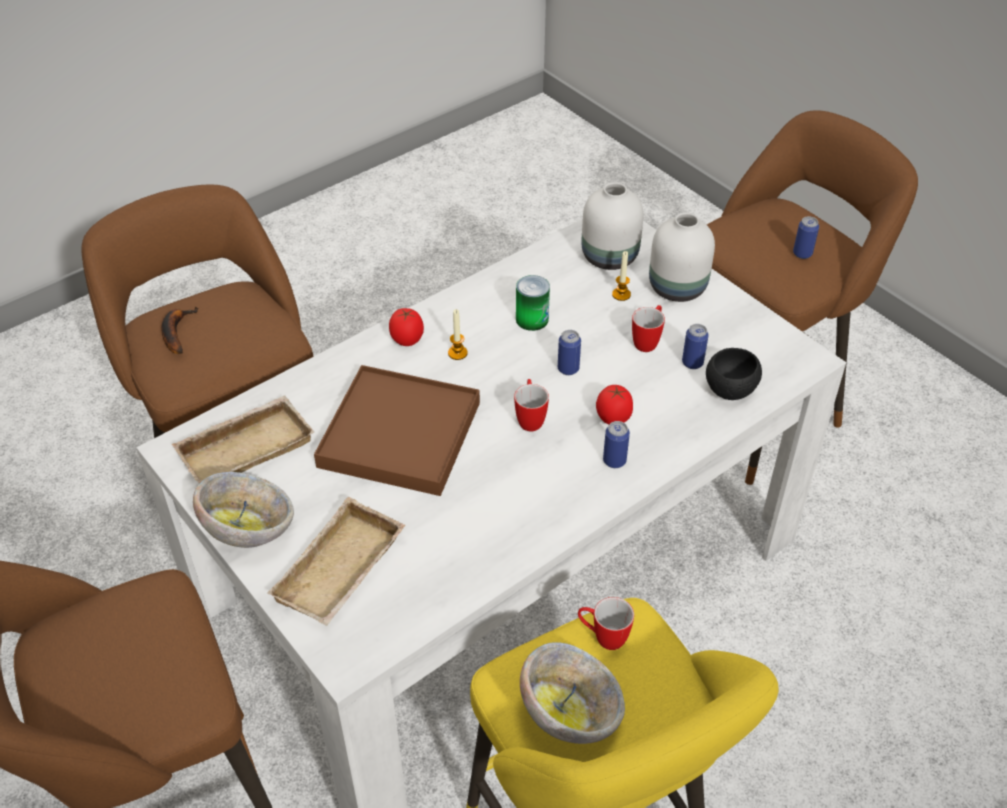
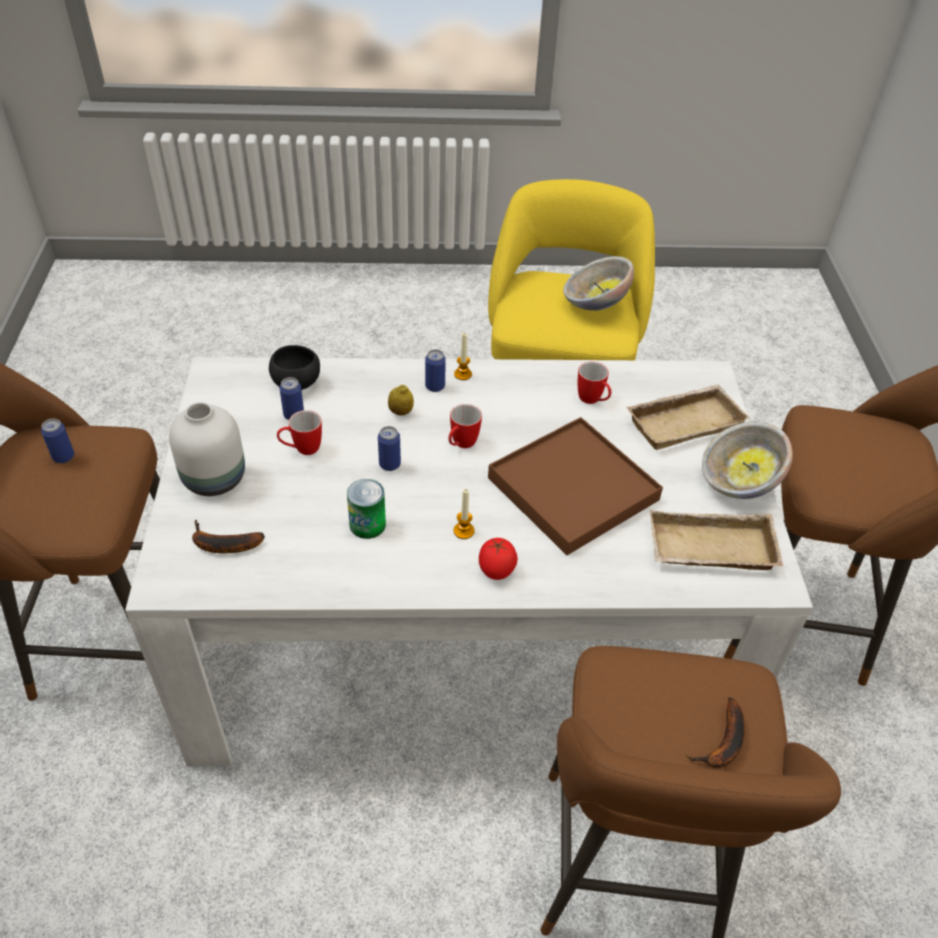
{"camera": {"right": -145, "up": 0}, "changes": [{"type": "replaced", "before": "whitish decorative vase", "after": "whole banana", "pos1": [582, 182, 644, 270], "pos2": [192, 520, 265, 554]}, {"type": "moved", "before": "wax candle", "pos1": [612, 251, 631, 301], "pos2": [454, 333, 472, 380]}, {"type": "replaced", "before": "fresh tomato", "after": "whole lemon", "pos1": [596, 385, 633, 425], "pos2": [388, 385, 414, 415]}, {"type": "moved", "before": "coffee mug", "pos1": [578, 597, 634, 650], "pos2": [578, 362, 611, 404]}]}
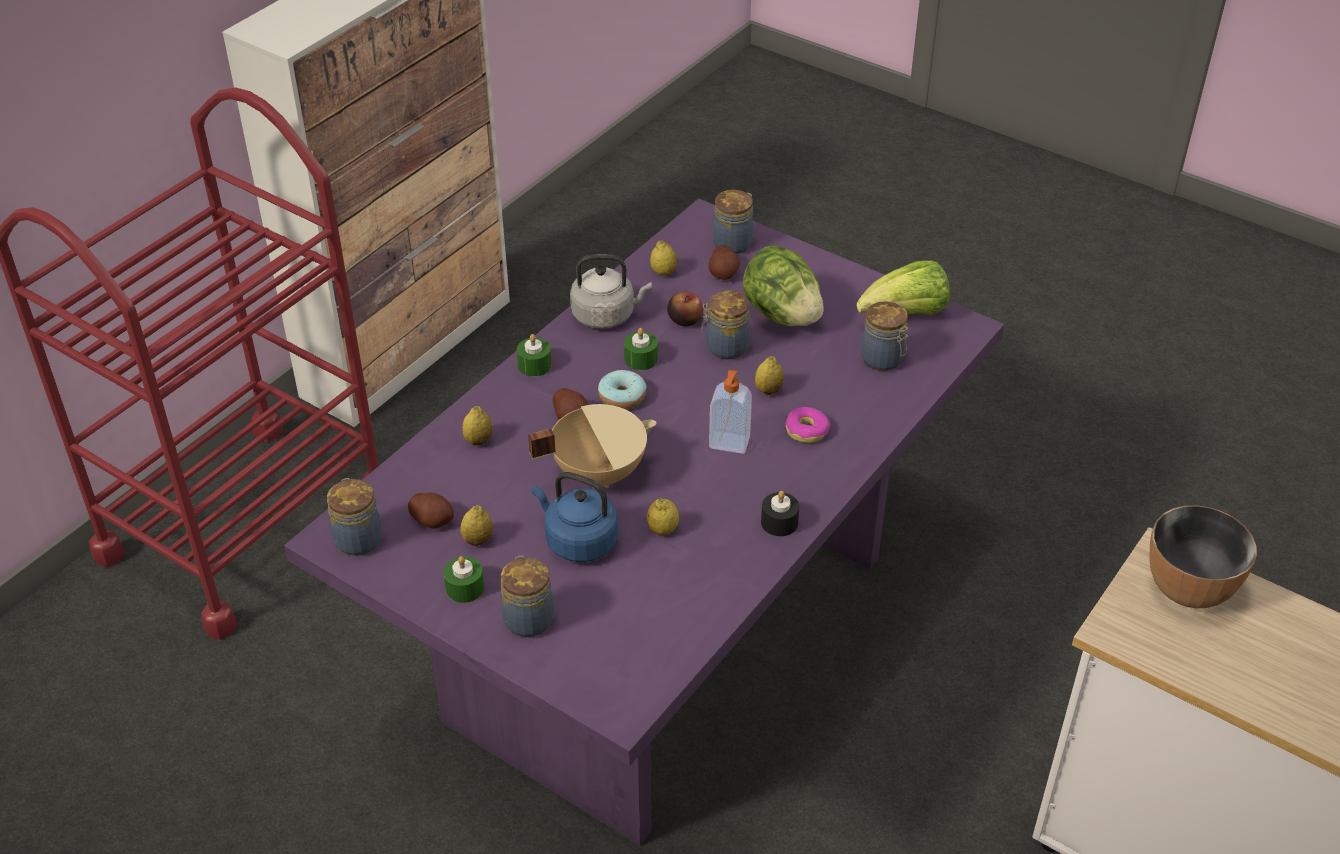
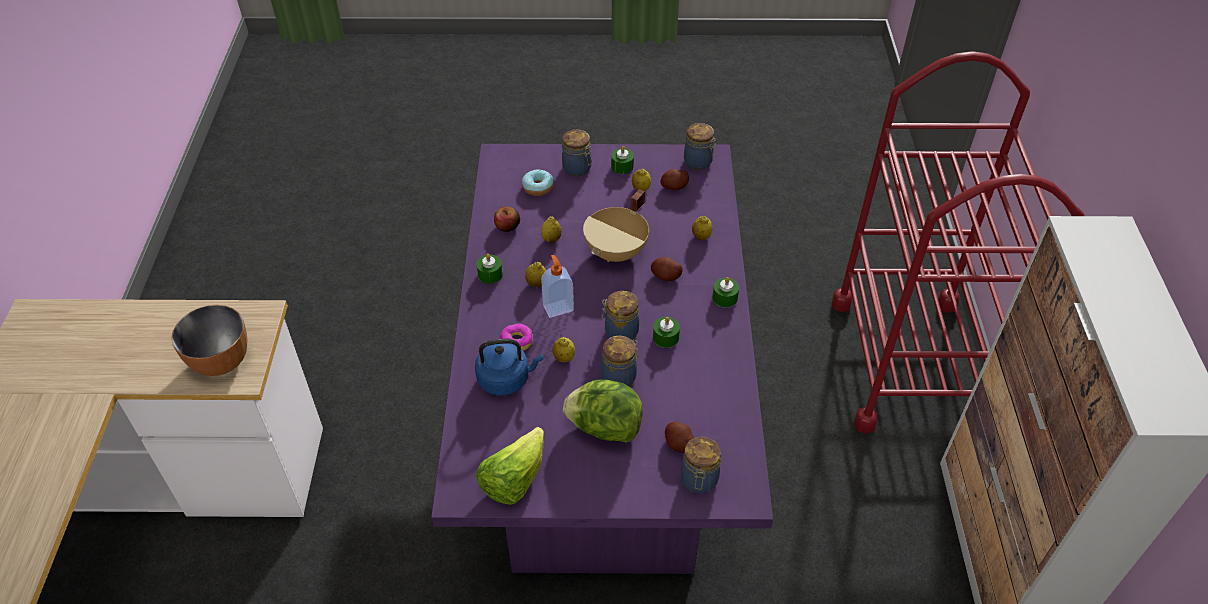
{"camera": {"right": 145, "up": 5}, "changes": [{"type": "moved", "before": "whole lemon", "pos1": [650, 240, 677, 275], "pos2": [525, 262, 546, 287]}, {"type": "removed", "before": "gray kettle", "pos1": [570, 254, 652, 329]}, {"type": "moved", "before": "apple", "pos1": [667, 292, 703, 326], "pos2": [494, 206, 520, 232]}, {"type": "moved", "before": "jar", "pos1": [861, 301, 908, 371], "pos2": [601, 291, 639, 340]}, {"type": "moved", "before": "donut", "pos1": [598, 370, 646, 409], "pos2": [522, 170, 554, 196]}, {"type": "moved", "before": "blue kettle", "pos1": [532, 472, 618, 562], "pos2": [475, 339, 543, 396]}, {"type": "recoloured", "before": "blackish wax candle", "after": "green wax candle", "pos1": [761, 491, 799, 536], "pos2": [477, 254, 503, 284]}]}
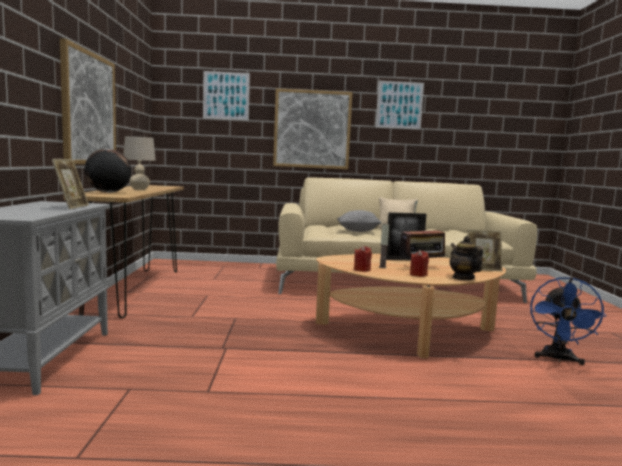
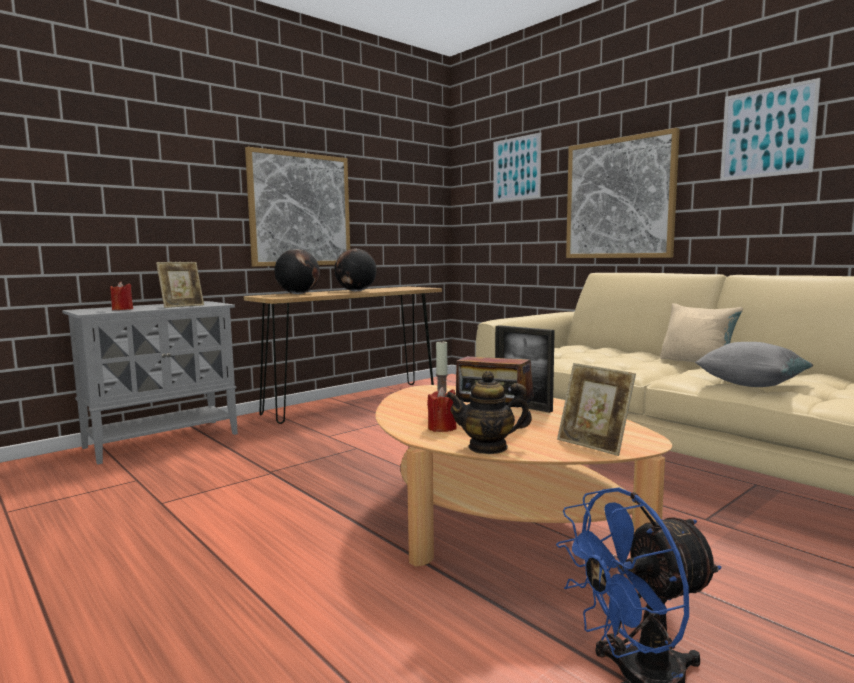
{"camera": {"right": 50, "up": 0}, "changes": [{"type": "replaced", "before": "beige-coloured tabletop lamp", "after": "globe", "pos1": [123, 136, 156, 190], "pos2": [335, 249, 377, 291]}, {"type": "moved", "before": "gray cushion", "pos1": [337, 210, 381, 232], "pos2": [695, 342, 814, 387]}, {"type": "turned", "before": "pot for tea", "pos1": [450, 236, 483, 280], "pos2": [446, 371, 532, 454], "turn": -120}, {"type": "moved", "before": "red wax candle", "pos1": [354, 246, 372, 272], "pos2": [110, 282, 133, 310]}]}
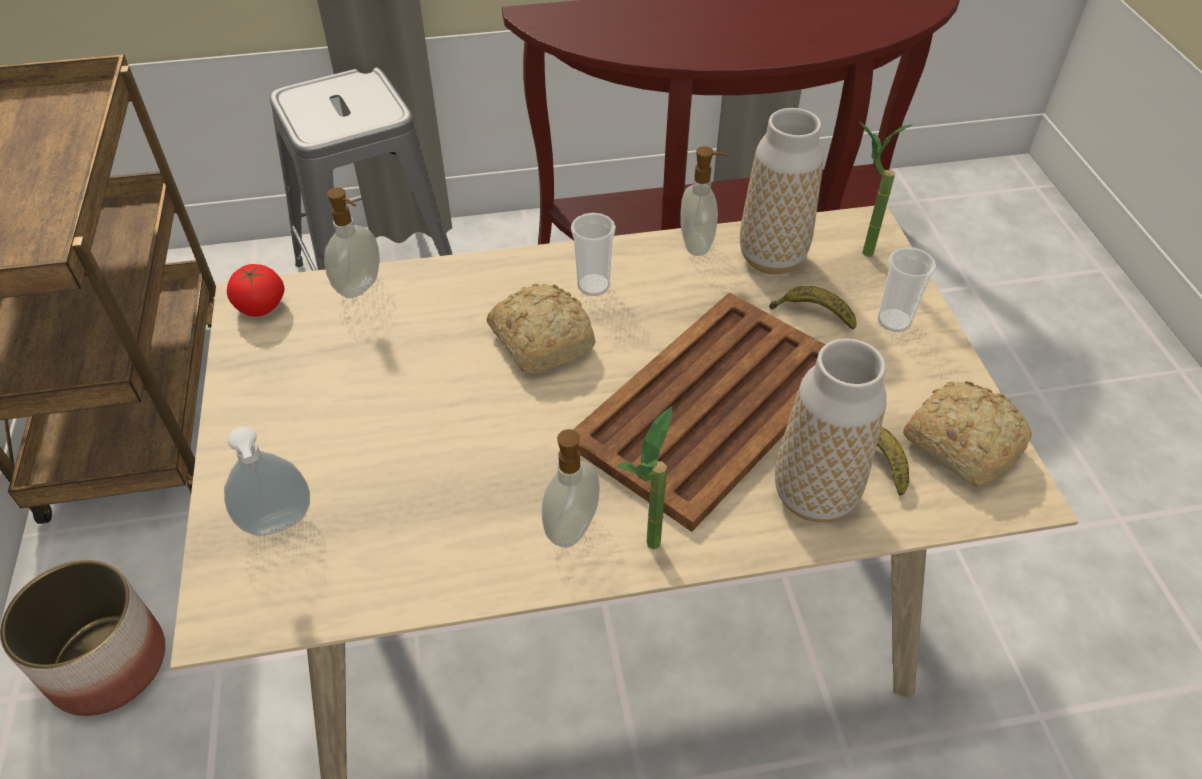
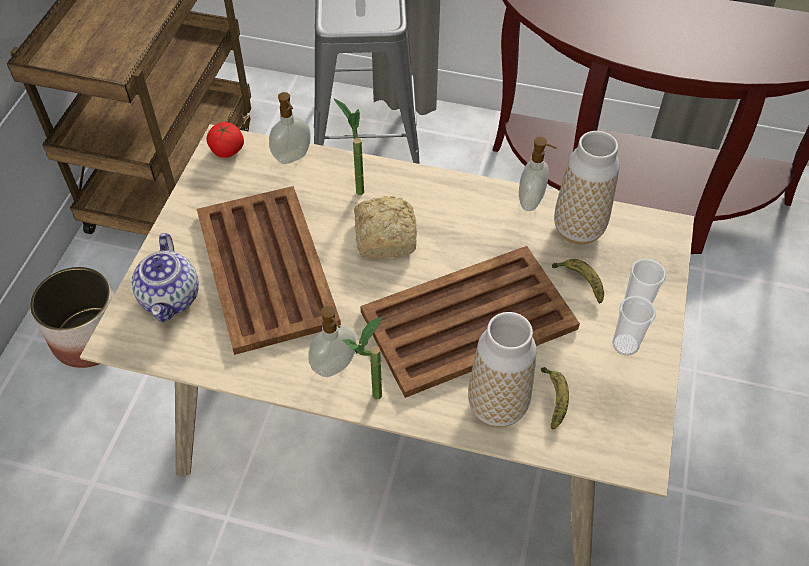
{"camera": {"right": 25, "up": 5}, "changes": [{"type": "moved", "before": "potted plant", "pos1": [860, 122, 912, 257], "pos2": [334, 99, 364, 195]}, {"type": "moved", "before": "cup", "pos1": [571, 213, 616, 296], "pos2": [612, 296, 656, 356]}, {"type": "removed", "before": "bakery bread", "pos1": [903, 381, 1032, 487]}, {"type": "replaced", "before": "soap bottle", "after": "pot for tea", "pos1": [224, 426, 310, 536], "pos2": [132, 233, 199, 322]}, {"type": "added", "after": "brown serving tray", "pos2": [197, 186, 341, 355]}]}
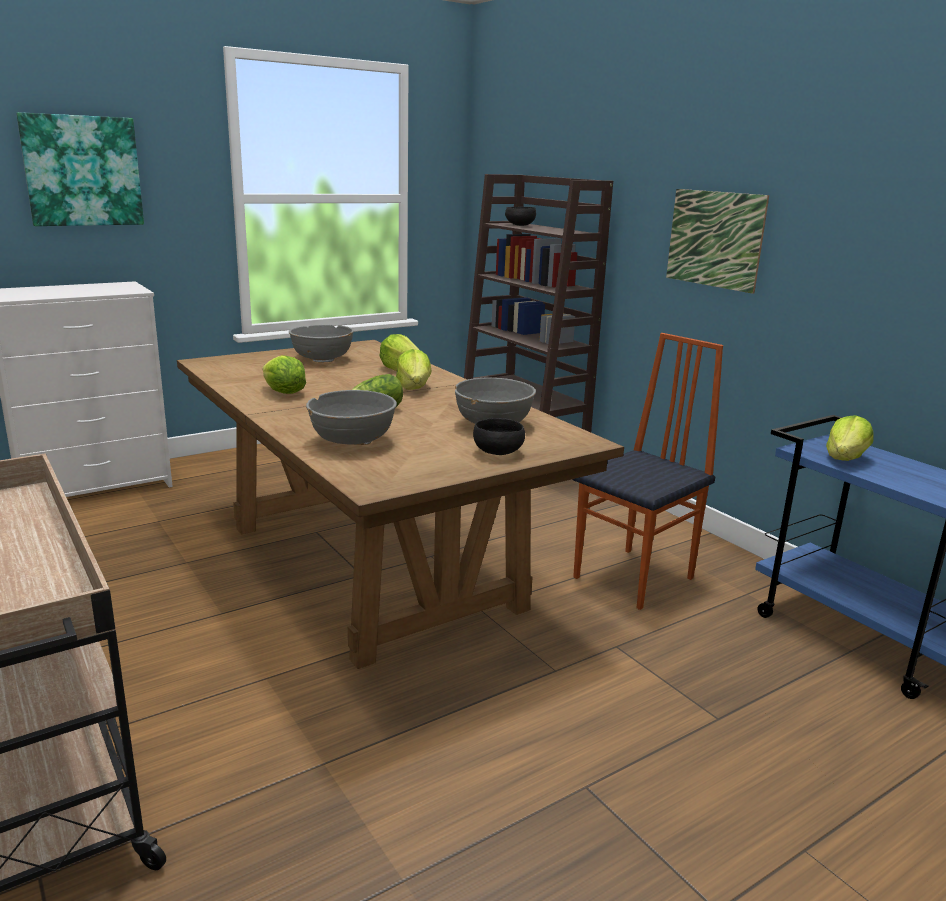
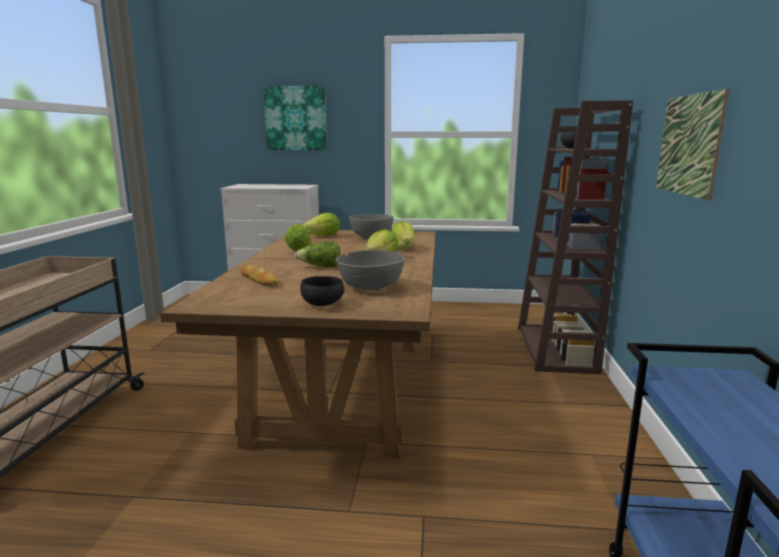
{"camera": {"right": 40, "up": -5}, "changes": [{"type": "removed", "before": "upright chair", "pos1": [572, 333, 723, 610]}, {"type": "replaced", "before": "gray bowl", "after": "bakery bread", "pos1": [306, 390, 397, 445], "pos2": [241, 265, 279, 286]}, {"type": "moved", "before": "head of lettuce", "pos1": [826, 415, 873, 461], "pos2": [303, 213, 340, 236]}]}
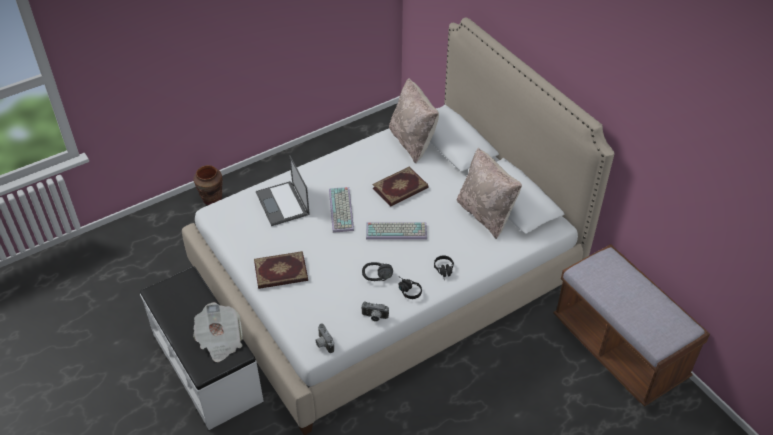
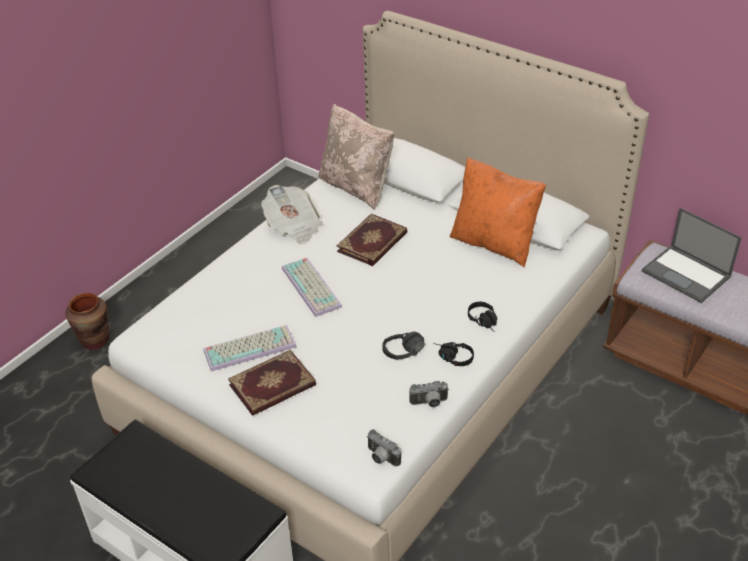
{"camera": {"right": -20, "up": -5}, "changes": [{"type": "recoloured", "before": "beige-coloured cushion", "after": "orange-coloured cushion", "pos1": [457, 147, 522, 239], "pos2": [450, 157, 546, 267]}, {"type": "moved", "before": "notebook computer", "pos1": [256, 155, 310, 226], "pos2": [642, 208, 742, 303]}, {"type": "moved", "before": "computer keyboard", "pos1": [366, 222, 427, 240], "pos2": [203, 325, 297, 372]}, {"type": "moved", "before": "newspaper", "pos1": [193, 302, 243, 362], "pos2": [261, 185, 323, 244]}]}
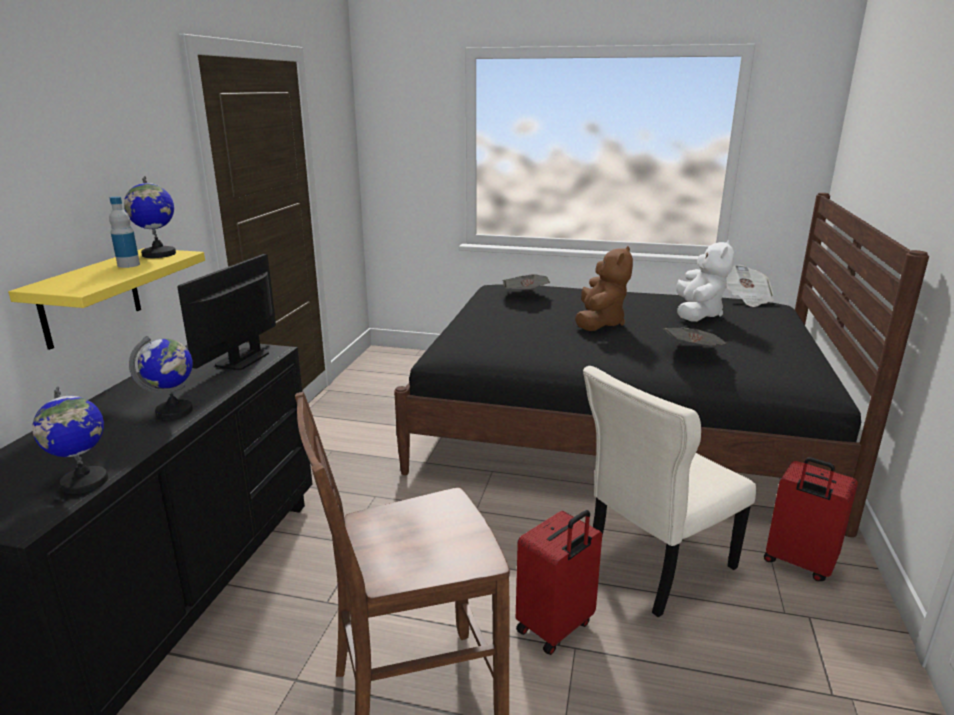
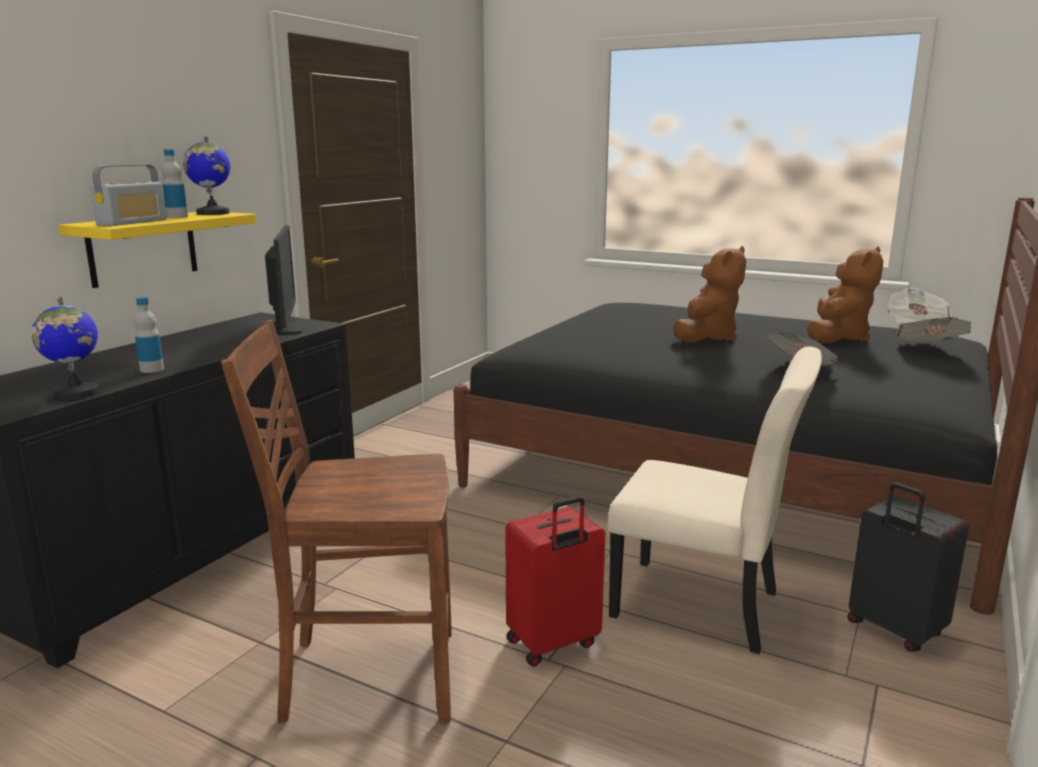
{"camera": {"right": 15, "up": -5}, "changes": [{"type": "recoloured", "before": "whitish plush toy", "after": "brown plush toy", "pos1": [676, 240, 734, 322], "pos2": [807, 246, 883, 343]}, {"type": "turned", "before": "computer screen", "pos1": [177, 254, 276, 370], "pos2": [265, 225, 304, 335], "turn": 135}, {"type": "moved", "before": "newspaper", "pos1": [502, 274, 550, 289], "pos2": [896, 317, 971, 341]}, {"type": "removed", "before": "globe", "pos1": [129, 336, 193, 419]}, {"type": "turned", "before": "beige-coloured upright chair", "pos1": [583, 366, 756, 617], "pos2": [608, 346, 822, 654], "turn": -135}, {"type": "recoloured", "before": "red piece of luggage", "after": "blackish piece of luggage", "pos1": [764, 457, 858, 581], "pos2": [847, 482, 969, 652]}, {"type": "added", "after": "radio set", "pos2": [90, 164, 167, 226]}, {"type": "added", "after": "beverage bottle", "pos2": [134, 297, 164, 373]}]}
